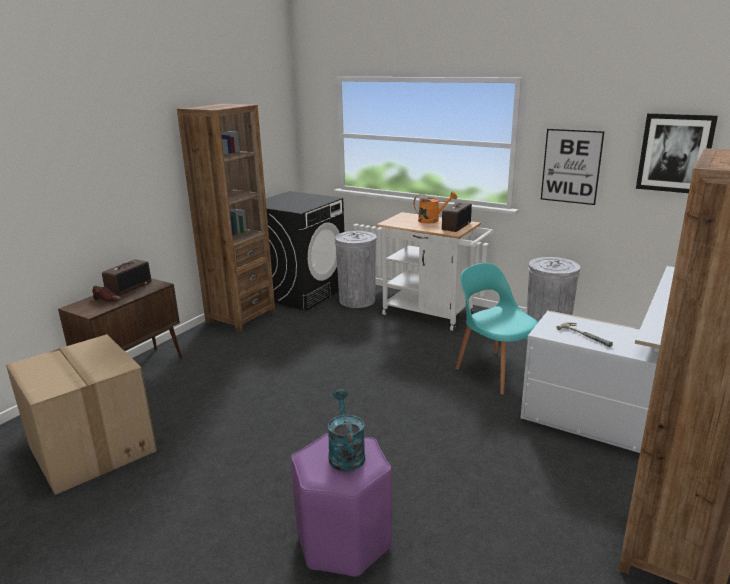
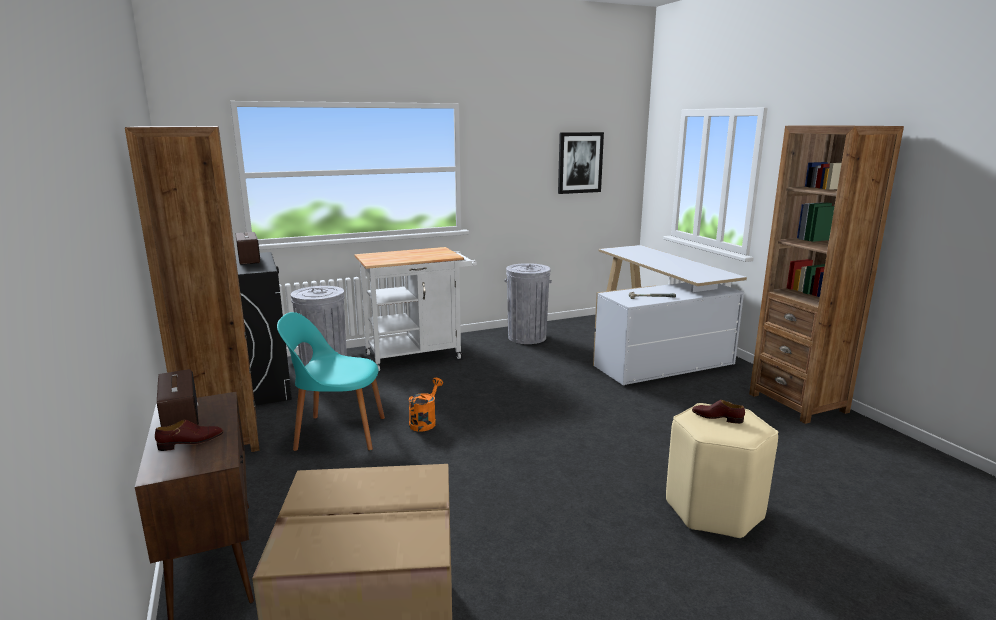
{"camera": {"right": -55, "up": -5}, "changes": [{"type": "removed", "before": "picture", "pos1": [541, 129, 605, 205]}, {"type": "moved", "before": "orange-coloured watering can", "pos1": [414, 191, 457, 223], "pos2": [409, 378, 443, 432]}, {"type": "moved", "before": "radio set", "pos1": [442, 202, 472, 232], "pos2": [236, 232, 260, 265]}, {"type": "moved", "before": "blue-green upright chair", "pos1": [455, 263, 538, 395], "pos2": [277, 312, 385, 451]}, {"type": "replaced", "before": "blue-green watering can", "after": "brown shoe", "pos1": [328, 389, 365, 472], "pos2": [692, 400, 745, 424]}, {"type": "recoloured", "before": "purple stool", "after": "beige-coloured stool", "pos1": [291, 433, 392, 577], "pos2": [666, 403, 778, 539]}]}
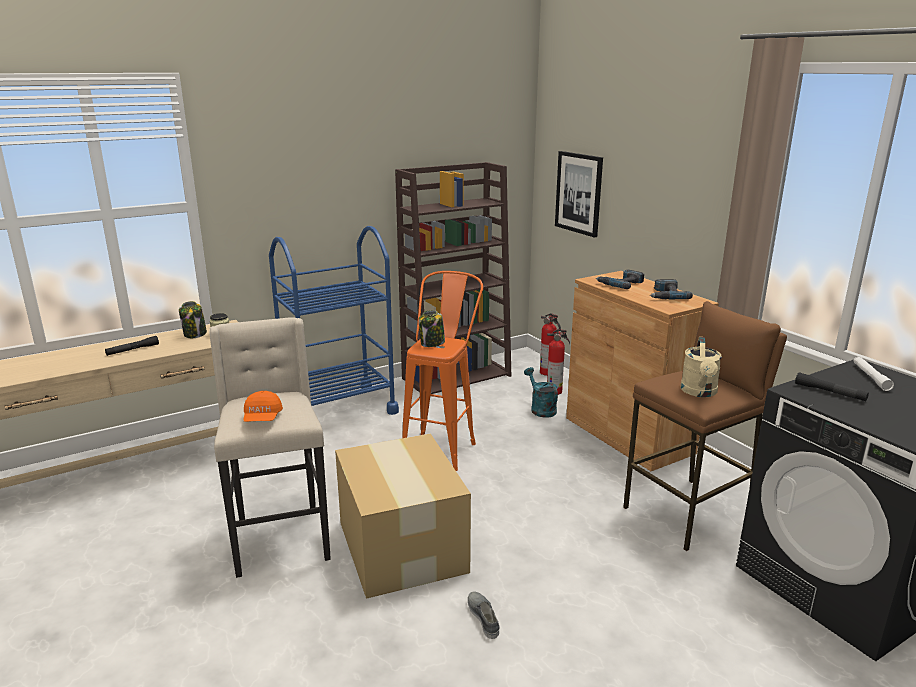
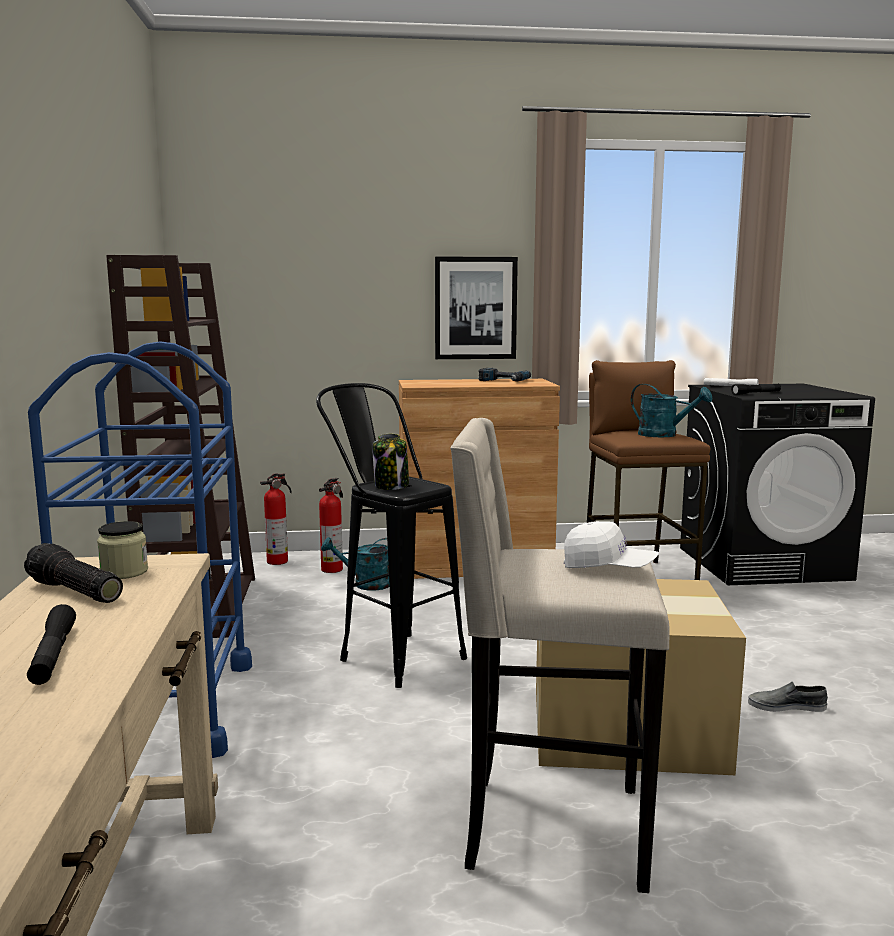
{"camera": {"right": -65, "up": -10}, "changes": [{"type": "moved", "before": "picture", "pos1": [555, 151, 603, 238], "pos2": [435, 256, 518, 359]}, {"type": "removed", "before": "electric drill", "pos1": [596, 270, 644, 289]}, {"type": "recoloured", "before": "orange-coloured stool", "after": "blackish stool", "pos1": [402, 271, 483, 471], "pos2": [316, 383, 467, 688]}, {"type": "replaced", "before": "jar", "after": "torch", "pos1": [179, 301, 207, 338], "pos2": [24, 543, 123, 603]}, {"type": "recoloured", "before": "beige-coloured watering can", "after": "blue-green watering can", "pos1": [681, 337, 722, 397], "pos2": [631, 384, 712, 437]}, {"type": "recoloured", "before": "orange-coloured peaked cap", "after": "whitish peaked cap", "pos1": [243, 391, 283, 422], "pos2": [564, 521, 659, 568]}]}
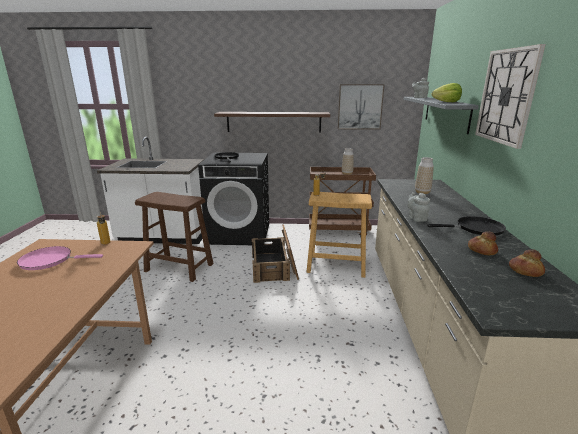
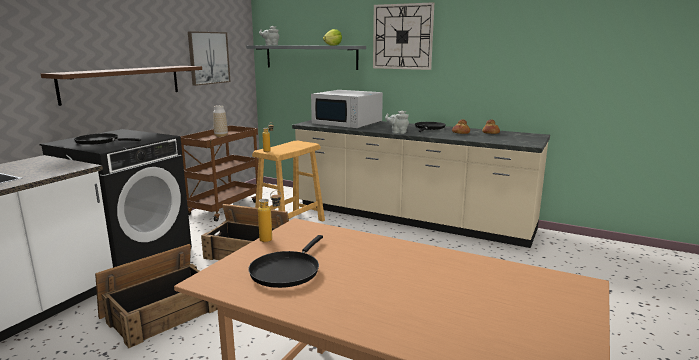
{"camera": {"right": -65, "up": -5}, "changes": [{"type": "replaced", "before": "decorative vase", "after": "whitish microwave oven", "pos1": [415, 157, 434, 194], "pos2": [311, 90, 383, 128]}, {"type": "replaced", "before": "brown stool", "after": "packing crate", "pos1": [135, 192, 214, 282], "pos2": [95, 244, 218, 348]}, {"type": "recoloured", "before": "pink-coloured skillet", "after": "blackish skillet", "pos1": [17, 246, 103, 270], "pos2": [248, 235, 323, 288]}]}
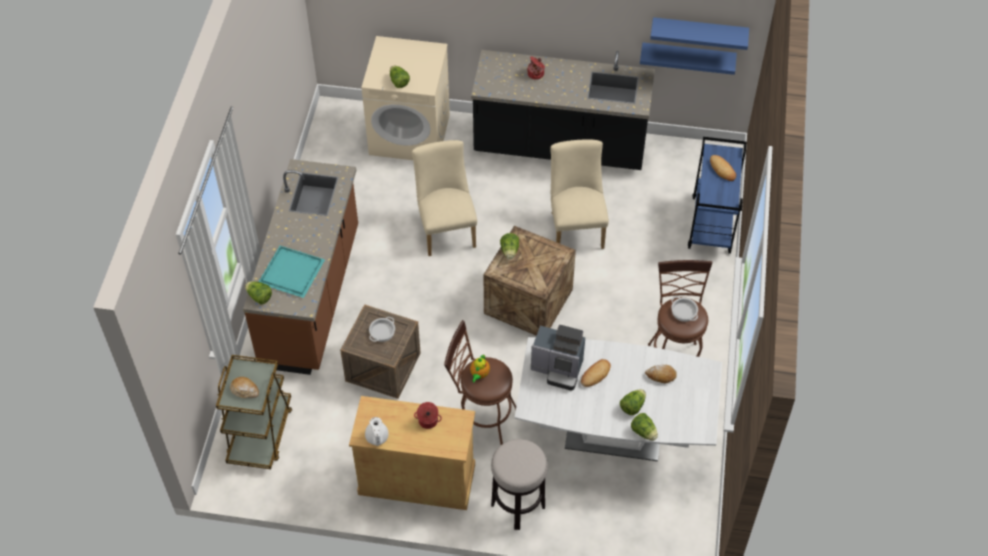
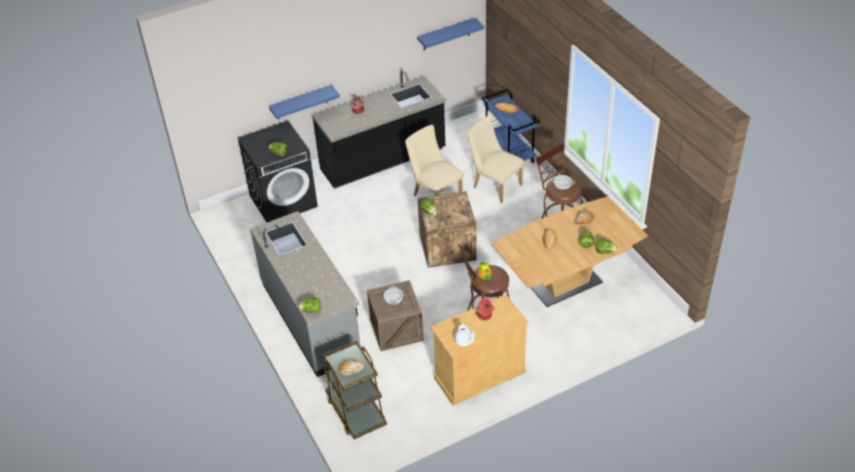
{"camera": {"right": -35, "up": -10}, "changes": [{"type": "recoloured", "before": "beige-coloured laundry appliance", "after": "blackish laundry appliance", "pos1": [362, 36, 450, 160], "pos2": [238, 121, 318, 223]}, {"type": "moved", "before": "blue wall shelf", "pos1": [640, 43, 737, 75], "pos2": [269, 85, 340, 119]}, {"type": "moved", "before": "beige-coloured upright chair", "pos1": [412, 140, 477, 256], "pos2": [467, 115, 524, 203]}, {"type": "recoloured", "before": "brown kitchen counter", "after": "gray kitchen counter", "pos1": [243, 159, 358, 375], "pos2": [250, 211, 361, 377]}, {"type": "removed", "before": "blue-green serving tray", "pos1": [259, 246, 325, 298]}, {"type": "removed", "before": "coffee machine", "pos1": [531, 325, 585, 390]}, {"type": "recoloured", "before": "whitish kitchen table", "after": "brown kitchen table", "pos1": [515, 337, 722, 461], "pos2": [492, 196, 648, 307]}, {"type": "removed", "before": "stool", "pos1": [491, 439, 548, 530]}]}
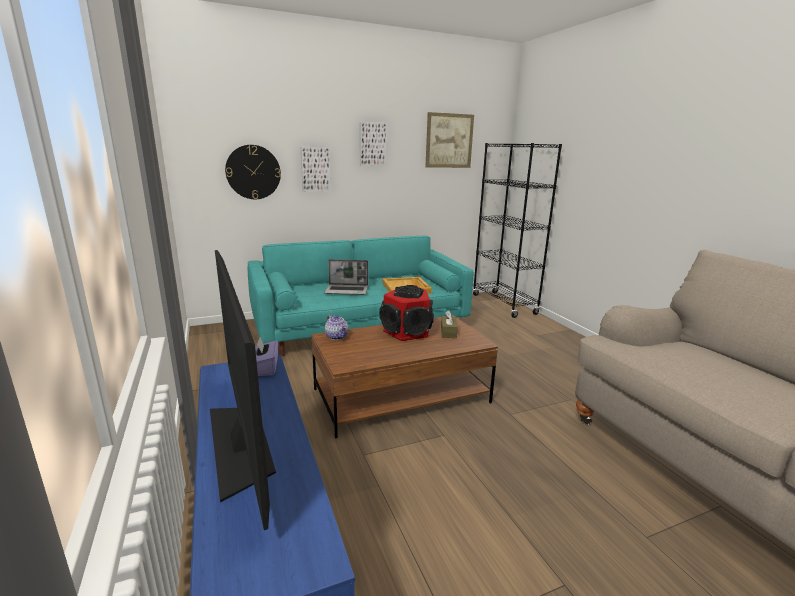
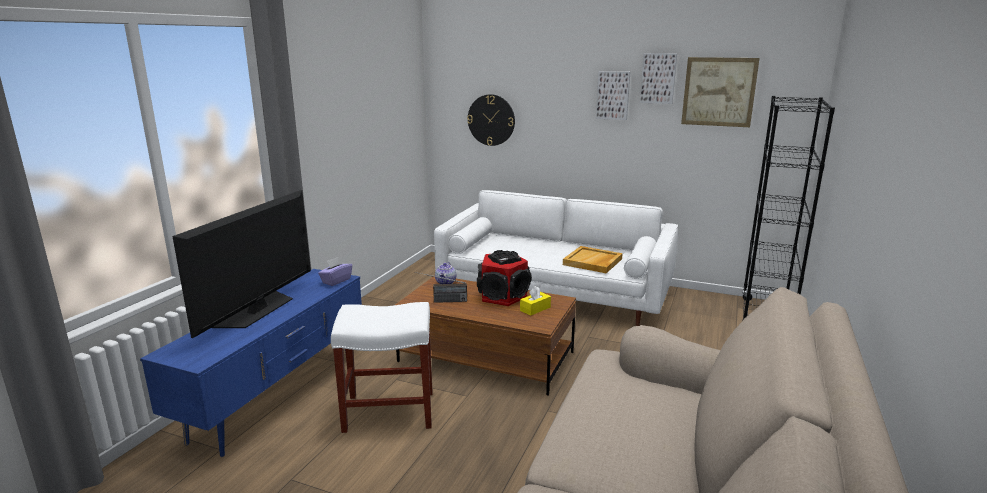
{"camera": {"right": 45, "up": 0}, "changes": [{"type": "moved", "before": "picture", "pos1": [301, 147, 331, 191], "pos2": [640, 53, 677, 104]}, {"type": "recoloured", "before": "blue-green couch", "after": "whitish couch", "pos1": [248, 236, 474, 356], "pos2": [434, 190, 678, 326]}, {"type": "removed", "before": "notebook computer", "pos1": [324, 259, 368, 295]}, {"type": "recoloured", "before": "brown tissue holder", "after": "yellowish tissue holder", "pos1": [441, 310, 458, 338], "pos2": [520, 286, 551, 316]}, {"type": "added", "after": "radio set", "pos2": [416, 272, 467, 303]}, {"type": "added", "after": "whitish stool", "pos2": [331, 302, 433, 433]}]}
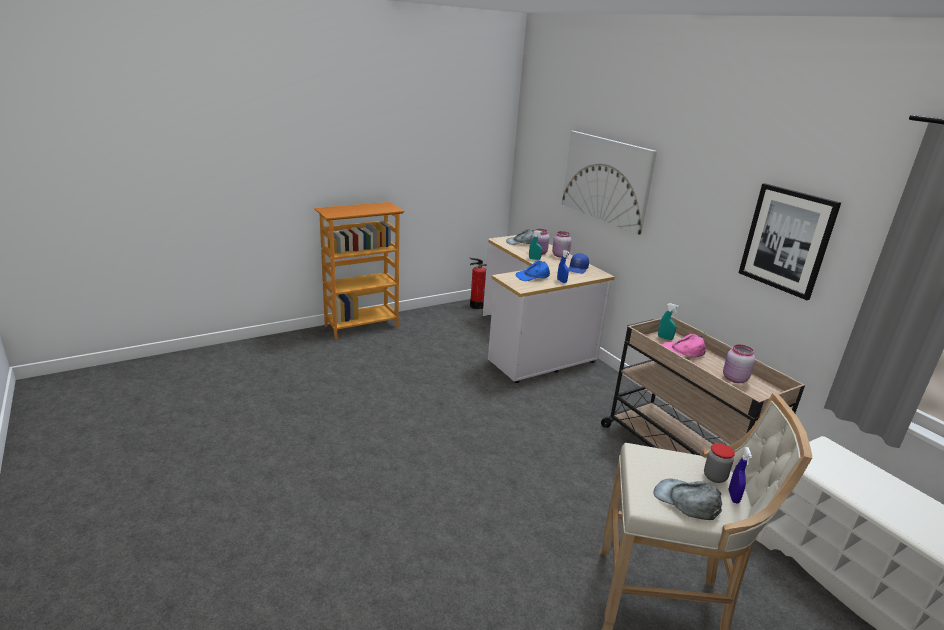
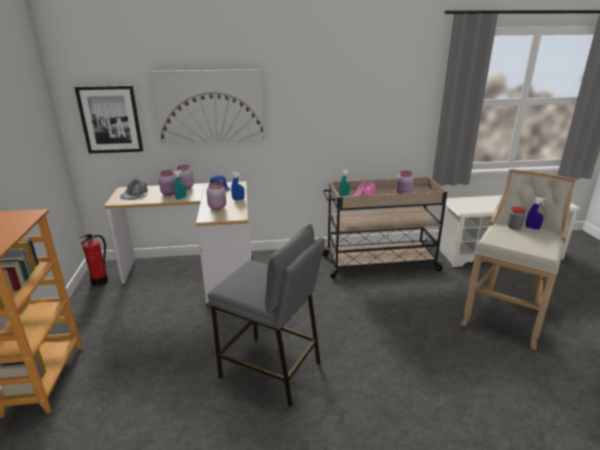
{"camera": {"right": -65, "up": 0}, "changes": [{"type": "moved", "before": "picture", "pos1": [739, 183, 841, 300], "pos2": [75, 85, 143, 153]}, {"type": "replaced", "before": "blue peaked cap", "after": "pink-coloured jar", "pos1": [515, 261, 550, 281], "pos2": [206, 182, 226, 210]}, {"type": "removed", "before": "gray peaked cap", "pos1": [654, 479, 722, 520]}, {"type": "added", "after": "gray stool", "pos2": [208, 224, 325, 407]}]}
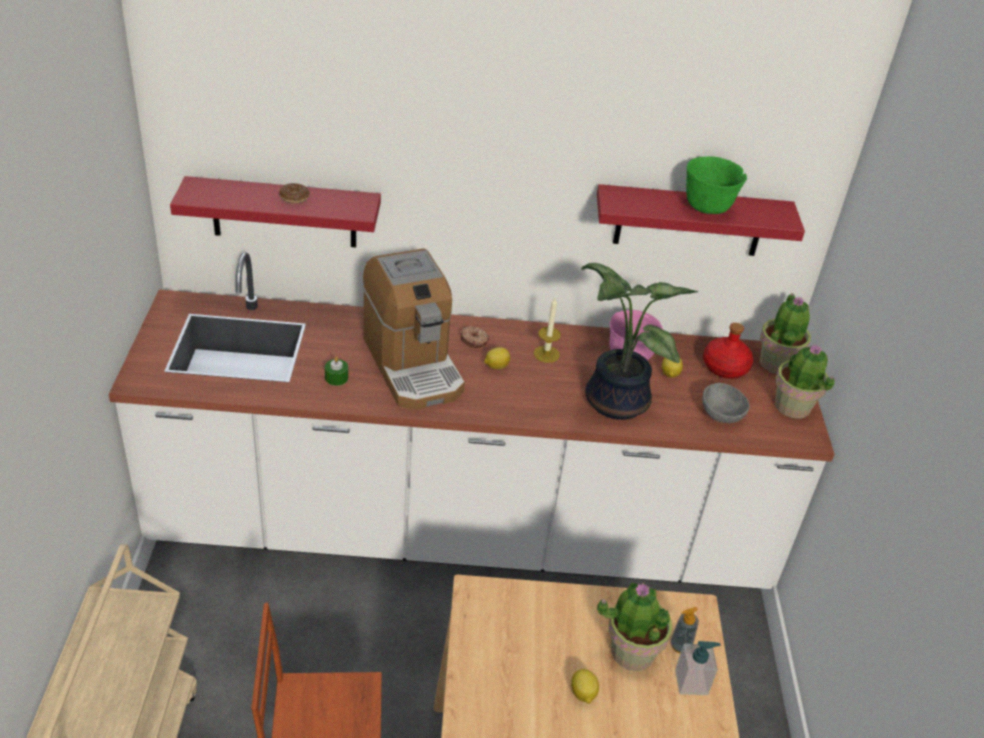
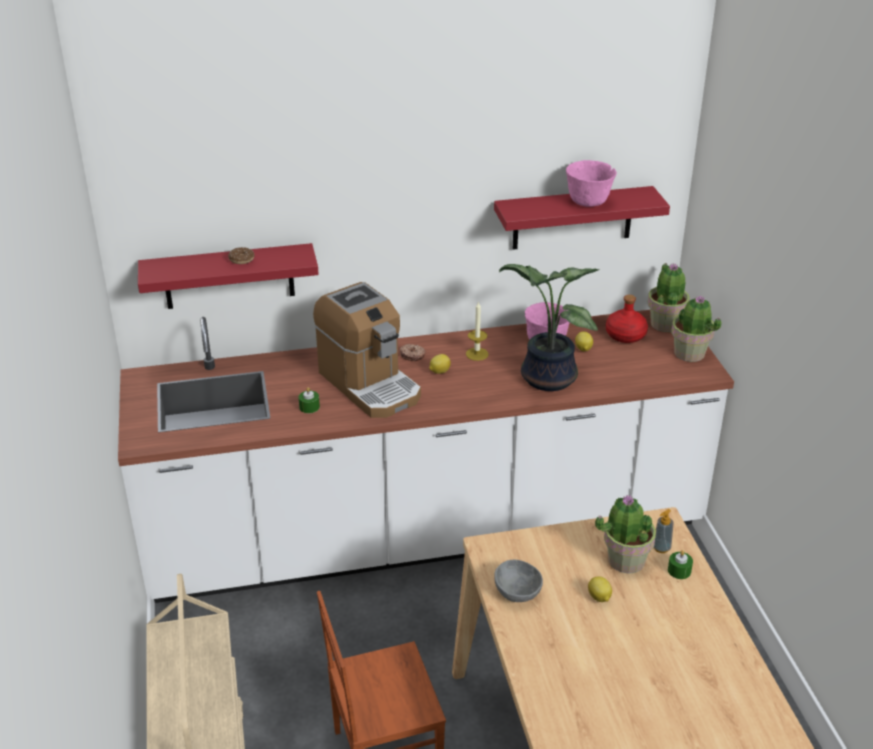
{"camera": {"right": -10, "up": -5}, "changes": [{"type": "recoloured", "before": "green bowl", "after": "pink-coloured bowl", "pos1": [686, 156, 747, 214], "pos2": [566, 160, 617, 207]}, {"type": "moved", "before": "gray bowl", "pos1": [702, 383, 749, 423], "pos2": [494, 560, 543, 602]}, {"type": "replaced", "before": "soap bottle", "after": "green wax candle", "pos1": [675, 641, 721, 695], "pos2": [668, 550, 693, 579]}]}
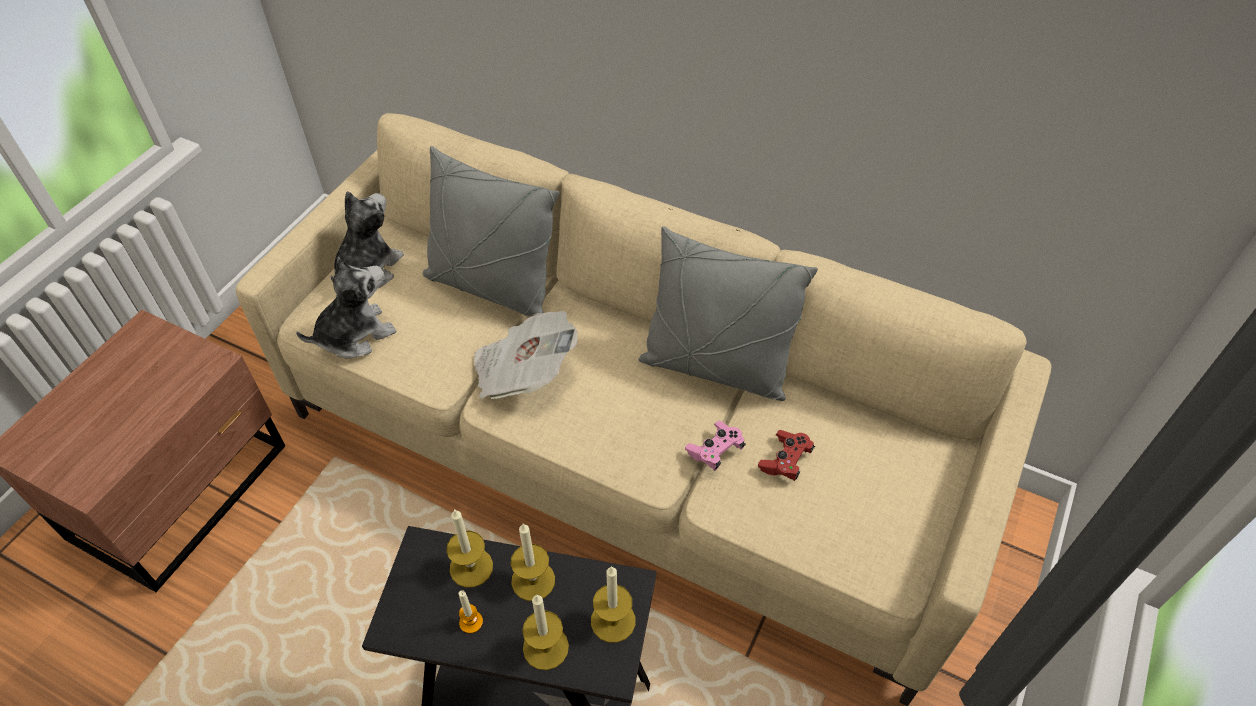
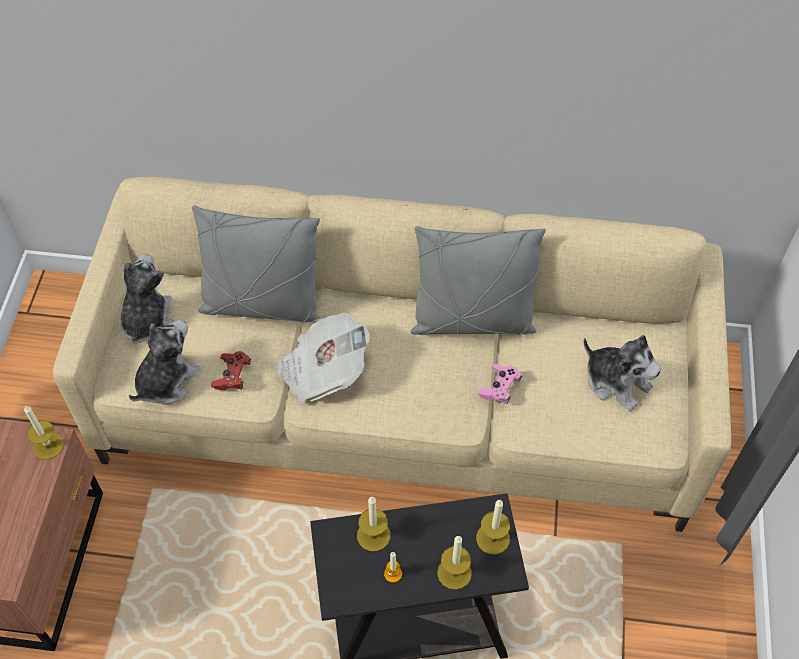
{"camera": {"right": -20, "up": 5}, "changes": [{"type": "moved", "before": "red gamepad", "pos1": [758, 430, 815, 481], "pos2": [211, 351, 251, 390]}, {"type": "moved", "before": "wax candle", "pos1": [511, 524, 555, 601], "pos2": [24, 405, 64, 459]}, {"type": "added", "after": "plush toy", "pos2": [583, 335, 661, 412]}]}
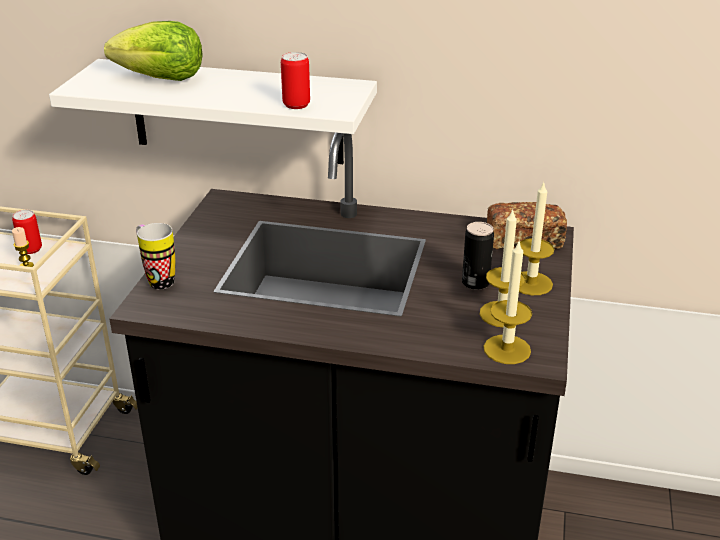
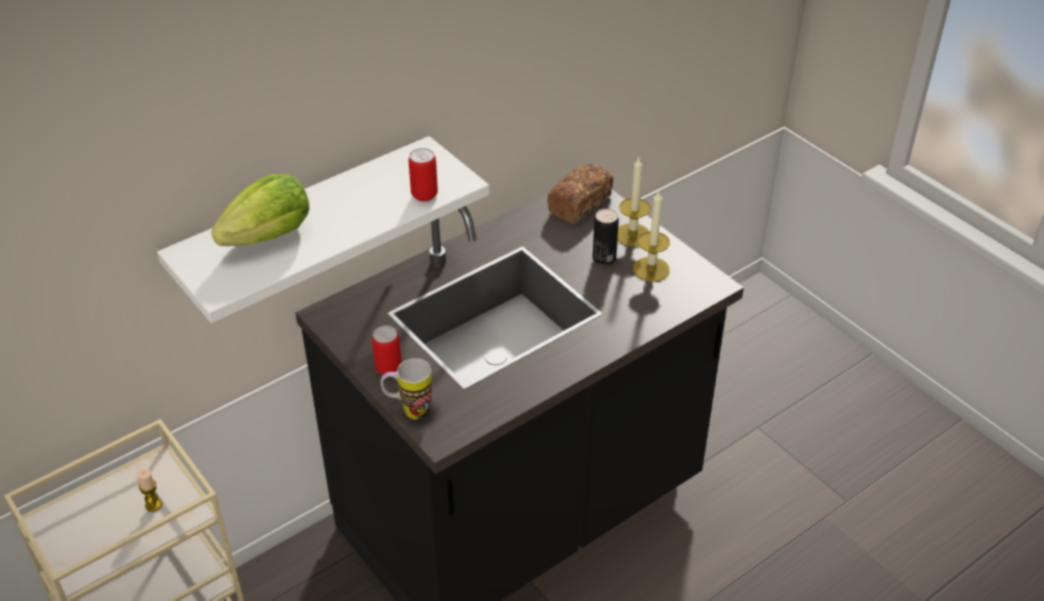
{"camera": {"right": -50, "up": 10}, "changes": [{"type": "moved", "before": "metal can", "pos1": [12, 210, 42, 254], "pos2": [372, 325, 402, 375]}, {"type": "removed", "before": "wax candle", "pos1": [483, 242, 532, 364]}]}
